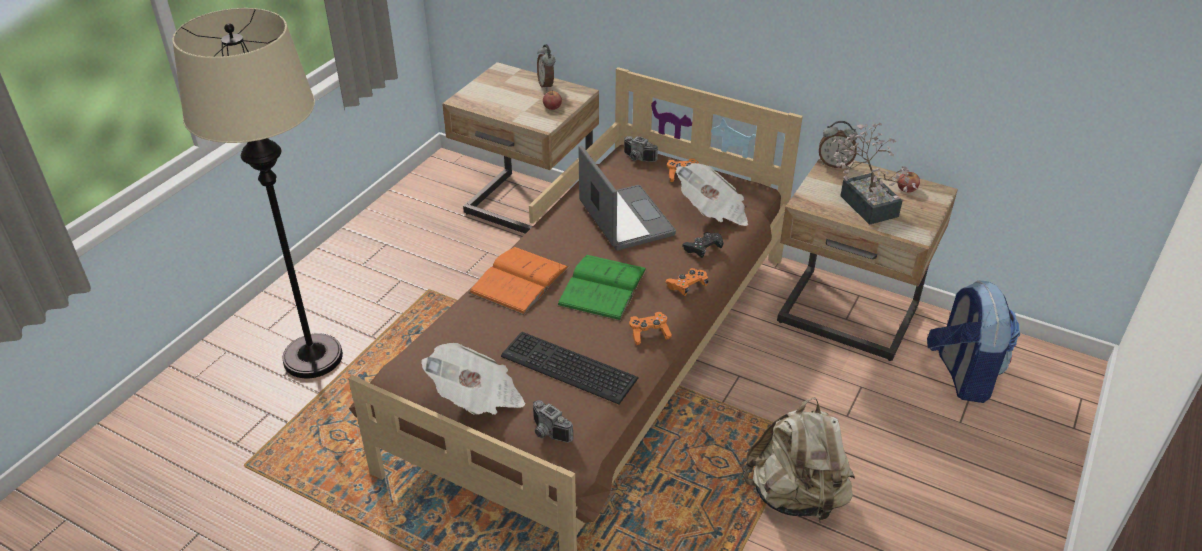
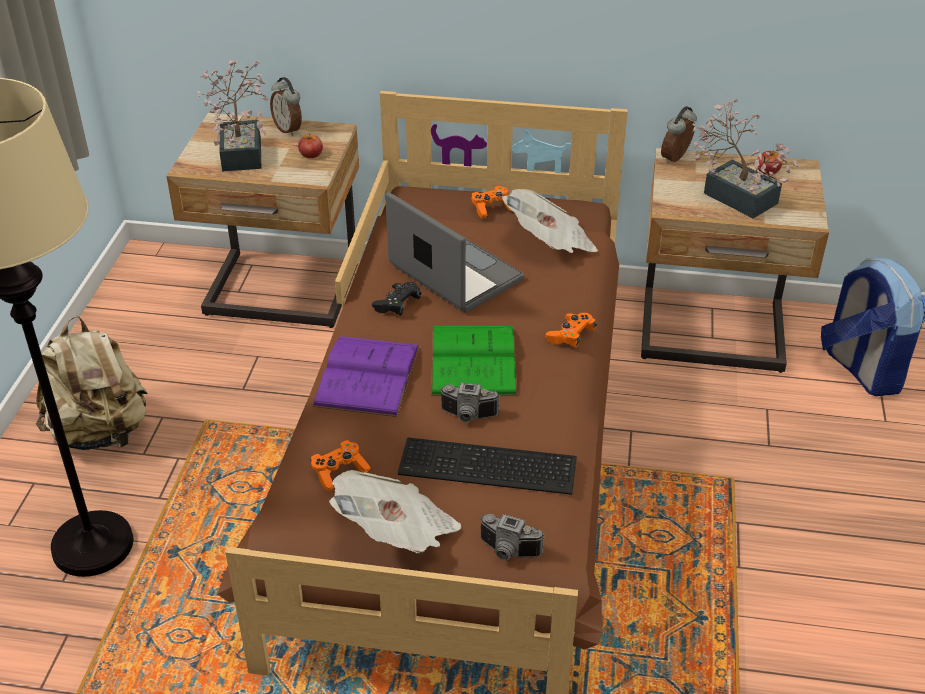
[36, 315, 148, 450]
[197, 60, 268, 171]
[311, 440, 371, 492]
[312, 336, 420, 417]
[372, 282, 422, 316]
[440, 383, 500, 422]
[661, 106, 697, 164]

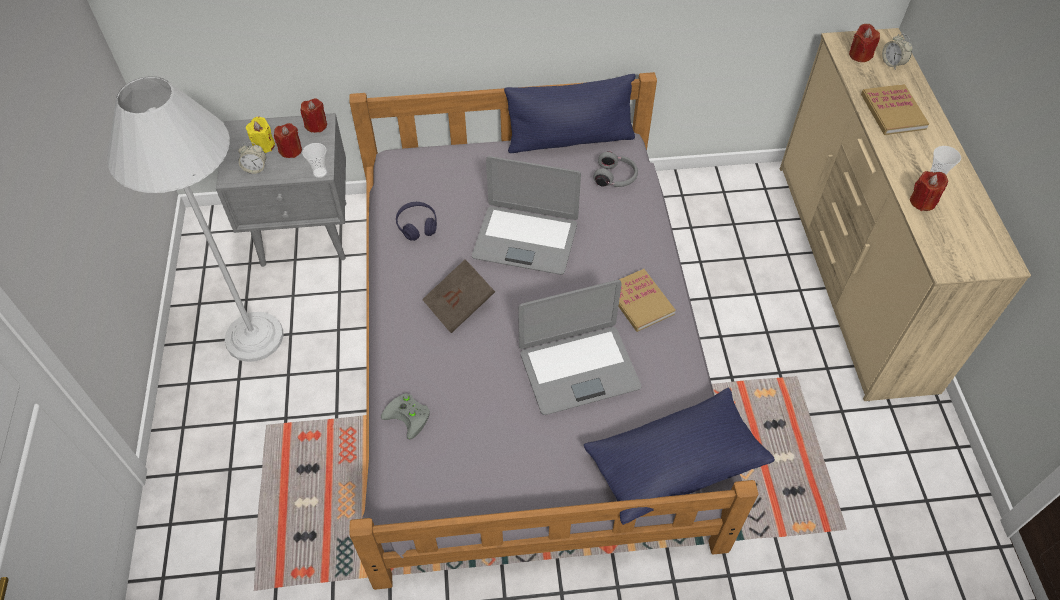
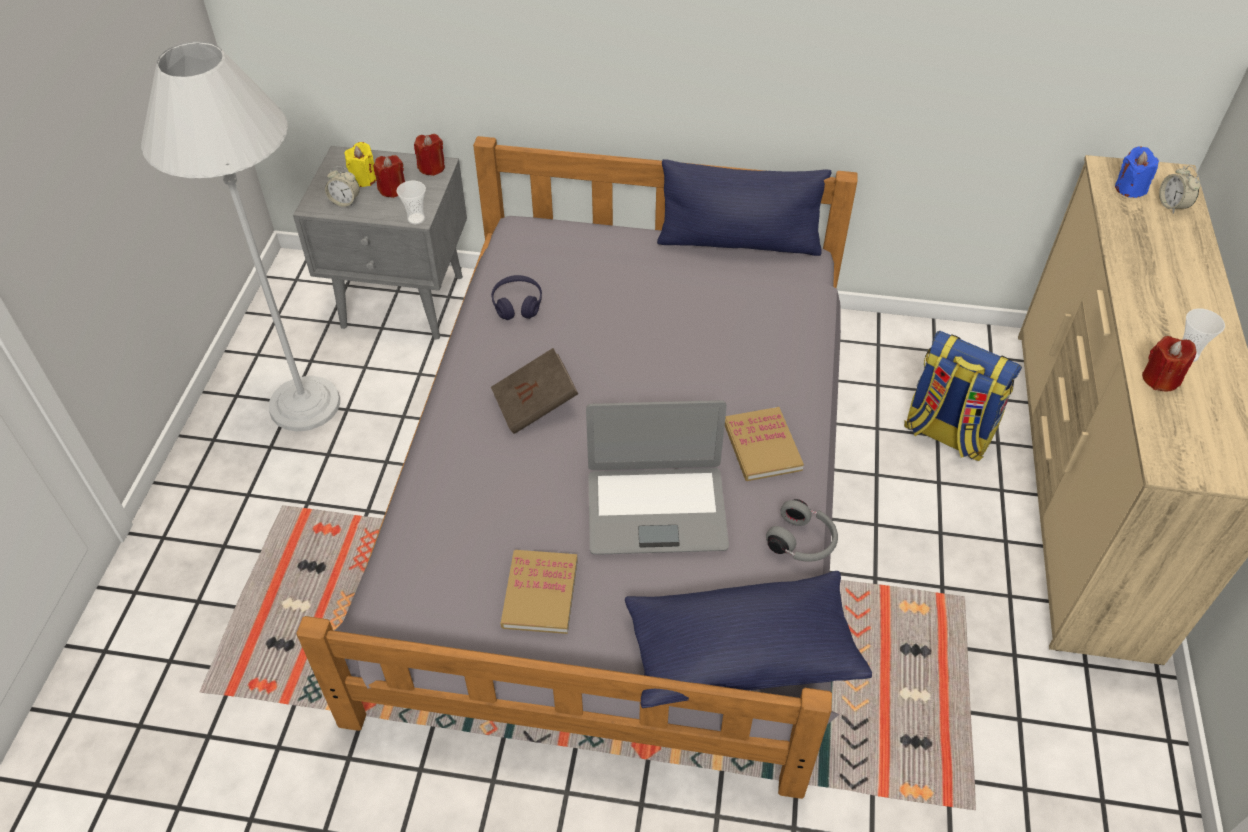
[500, 550, 578, 634]
[766, 499, 838, 562]
[904, 331, 1022, 461]
[1115, 146, 1159, 198]
[381, 393, 430, 440] (first image)
[472, 156, 581, 275] (first image)

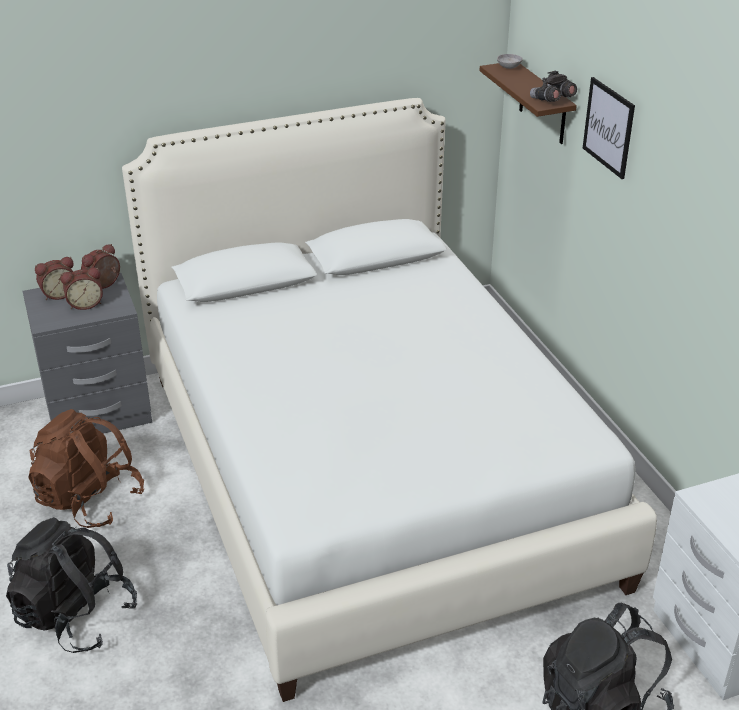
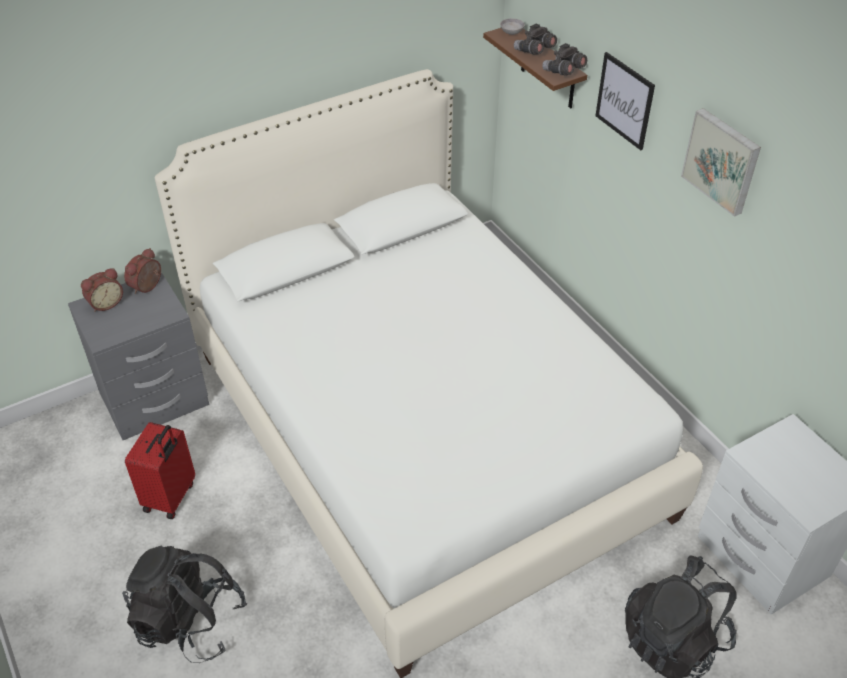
[125, 422, 195, 519]
[514, 24, 557, 55]
[681, 108, 761, 217]
[61, 268, 103, 310] (first image)

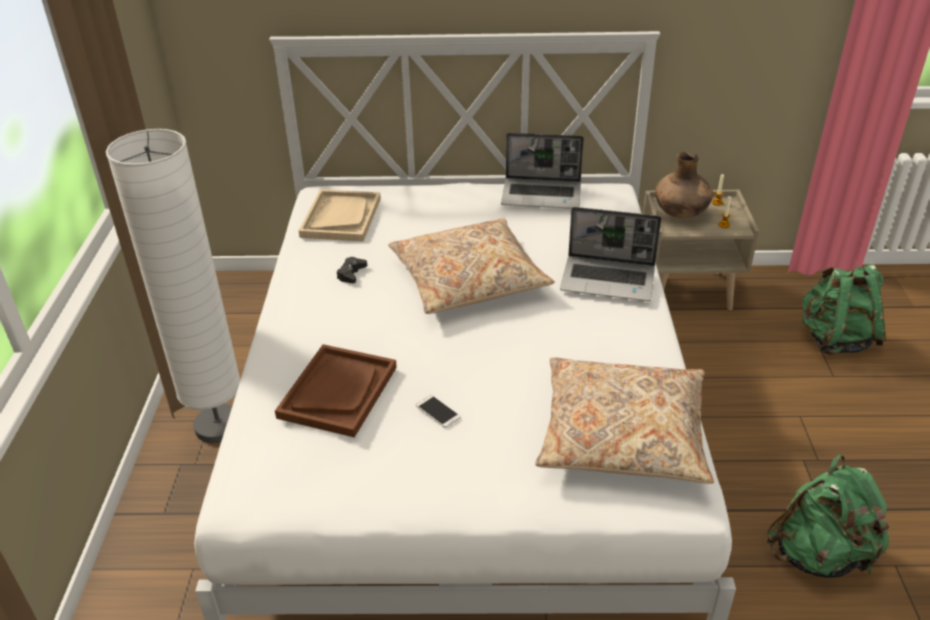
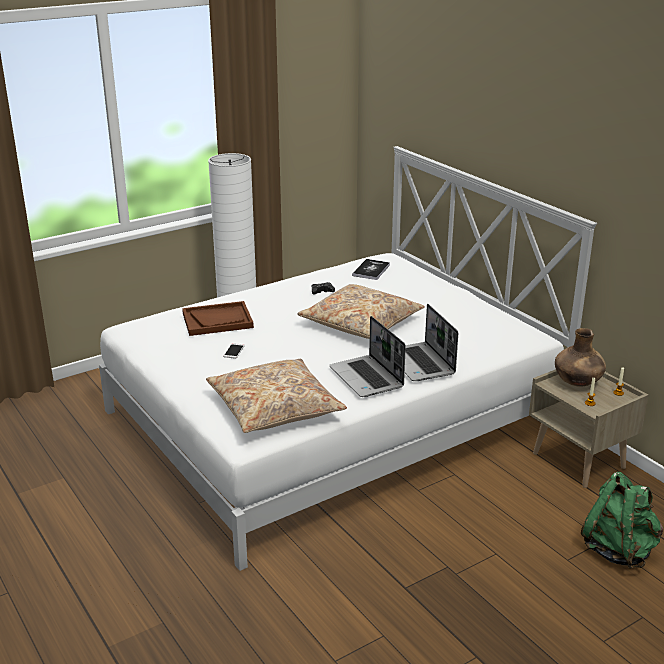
[329, 316, 406, 397]
[352, 259, 390, 280]
[767, 454, 891, 578] (first image)

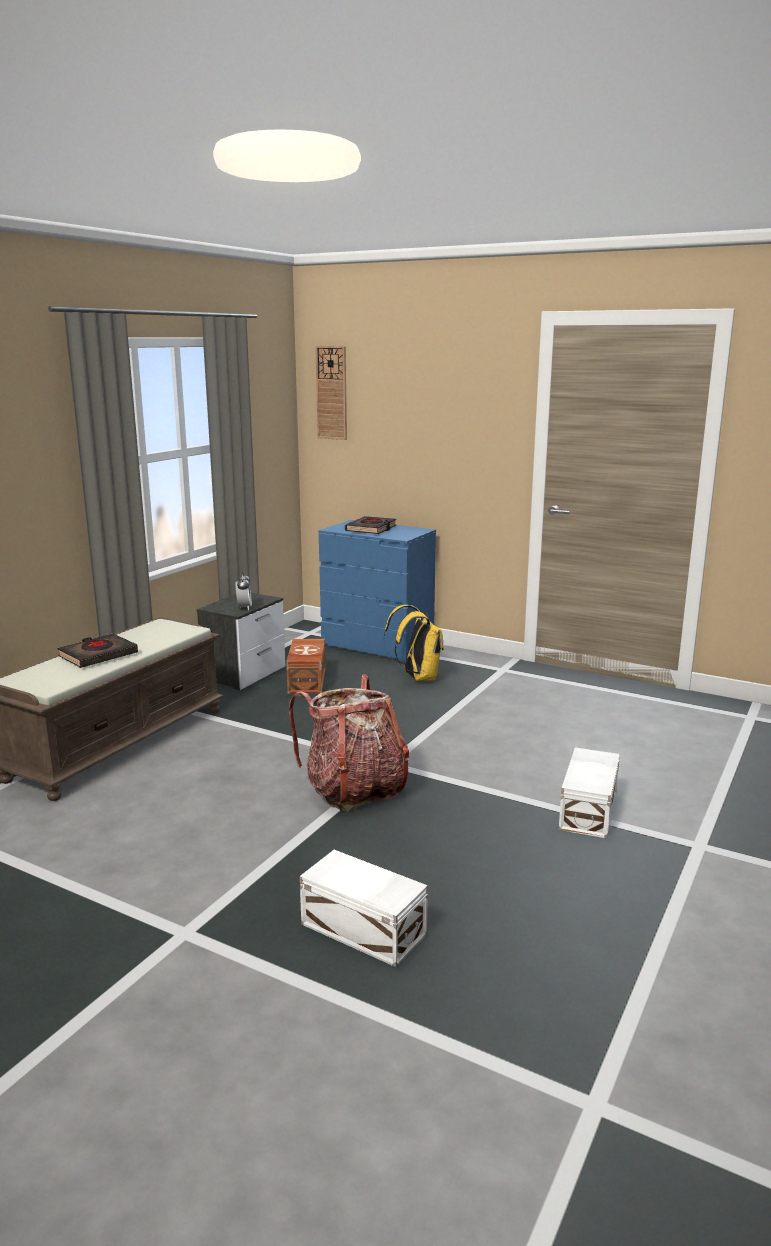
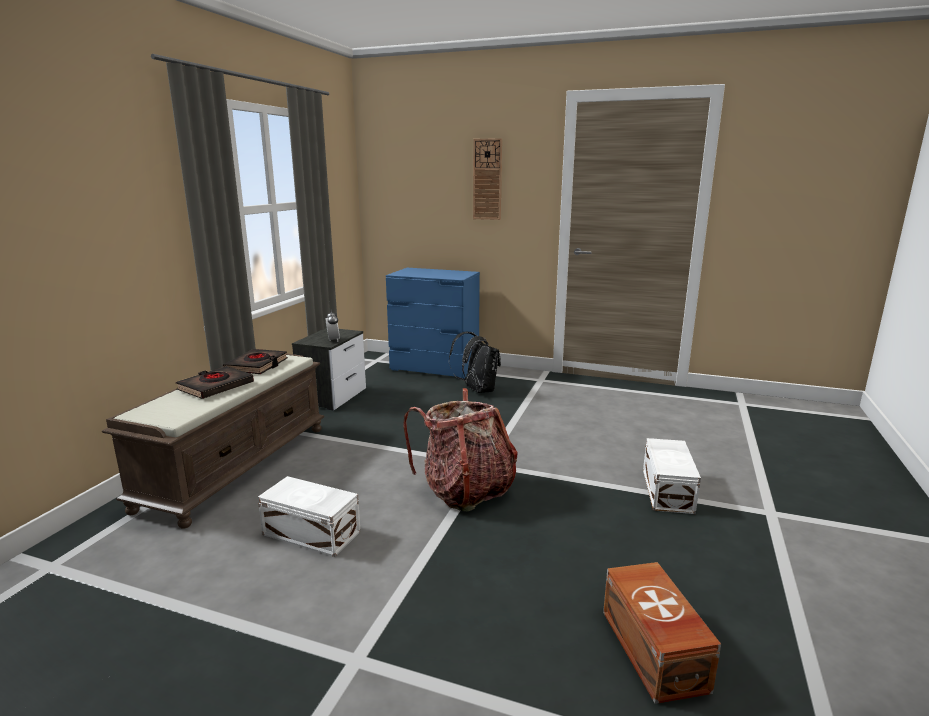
[223, 349, 288, 374]
[258, 476, 361, 557]
[449, 332, 501, 393]
[473, 138, 502, 220]
[603, 562, 721, 704]

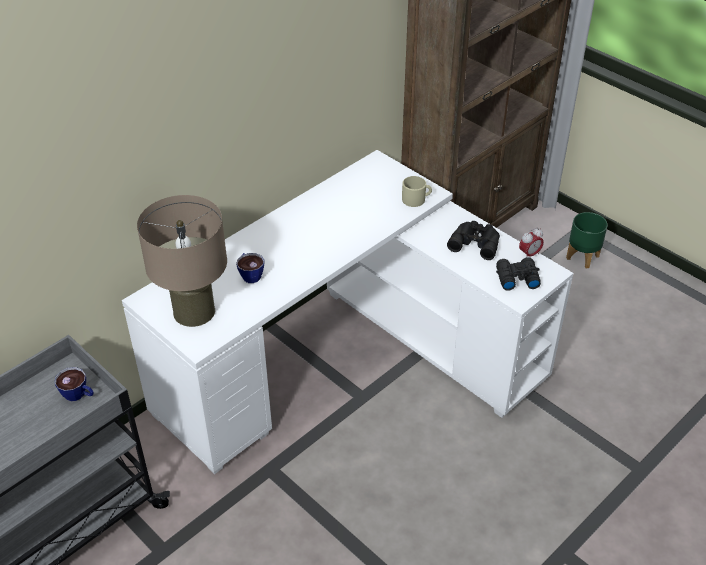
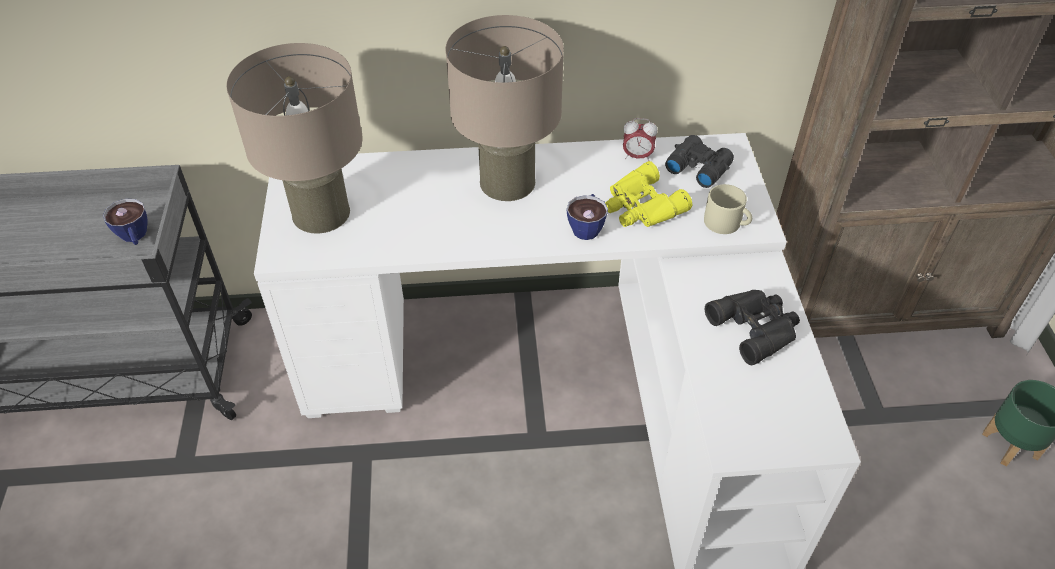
[445, 15, 564, 201]
[567, 194, 608, 240]
[605, 161, 692, 227]
[623, 118, 658, 161]
[665, 135, 734, 188]

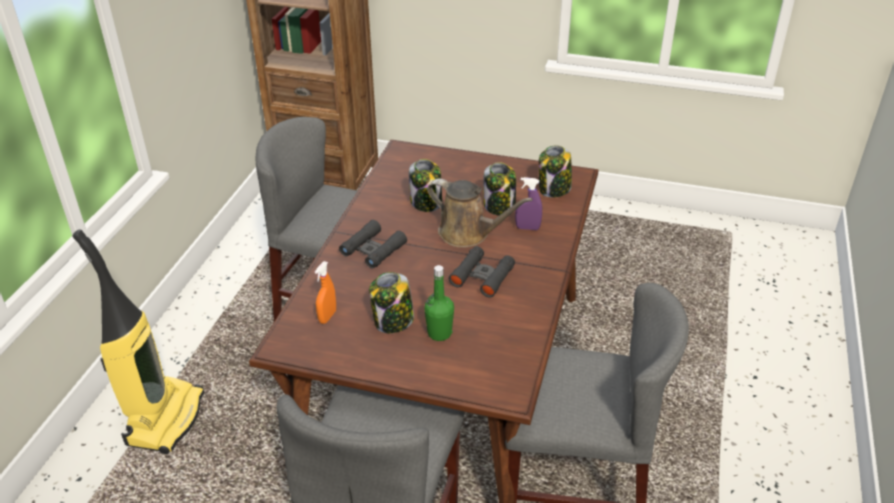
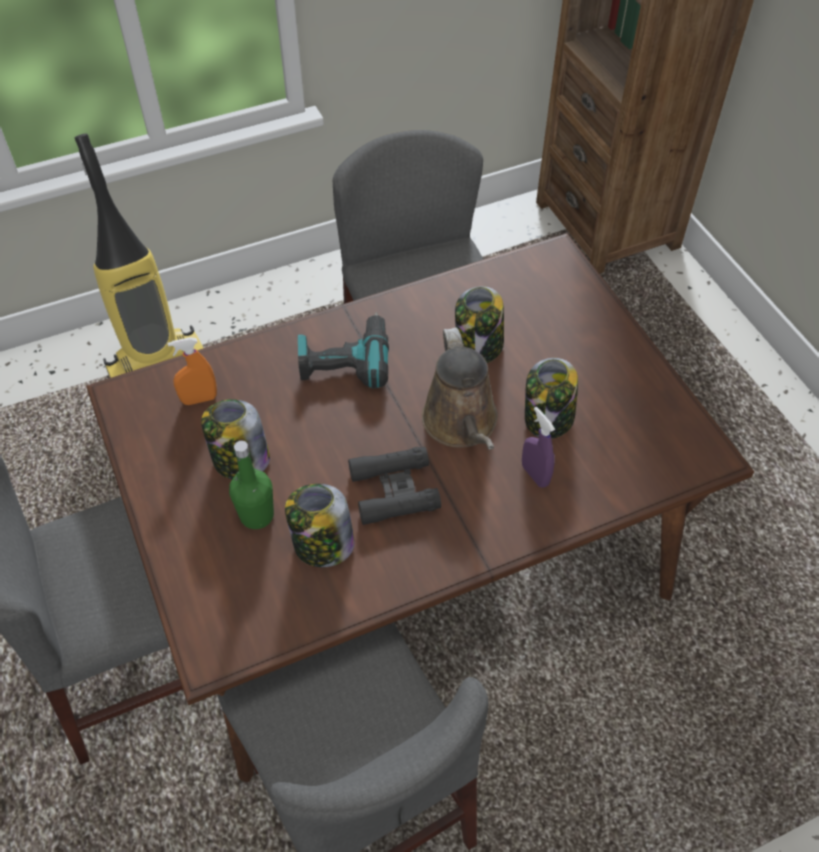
[285, 484, 355, 567]
[298, 312, 389, 389]

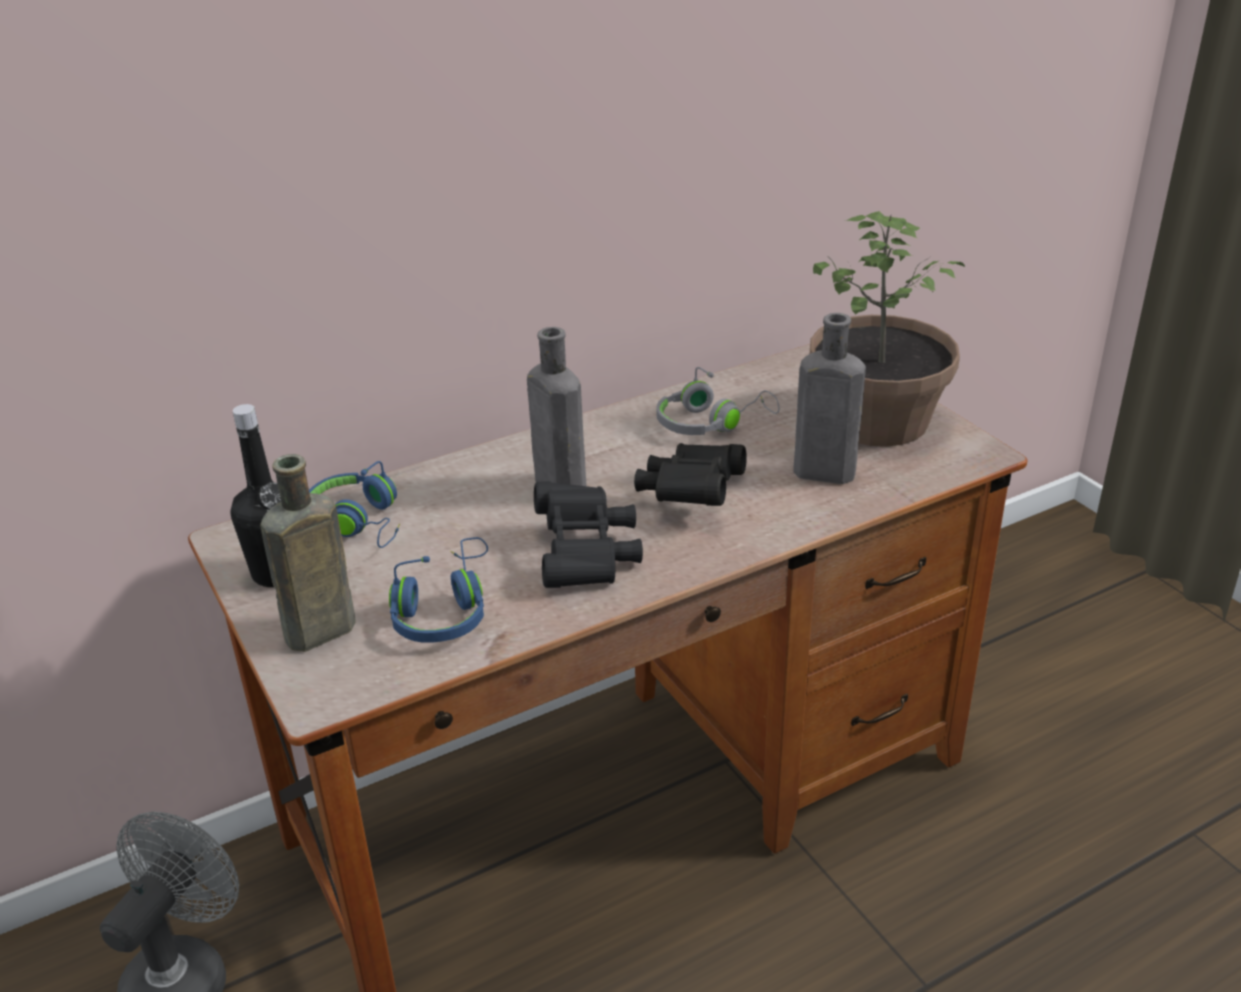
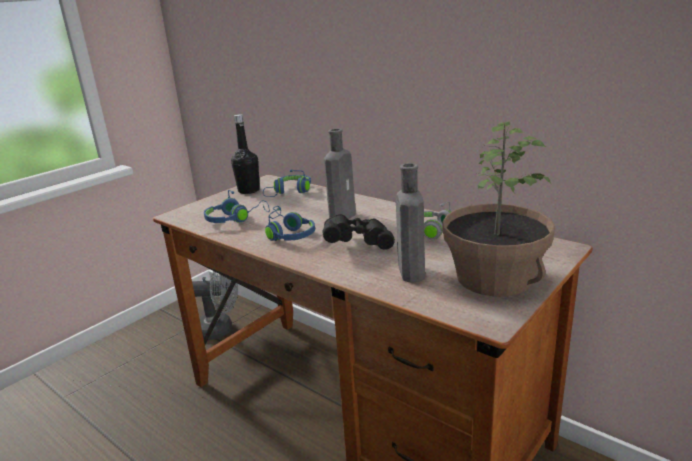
[265, 206, 315, 241]
[260, 454, 356, 652] (first image)

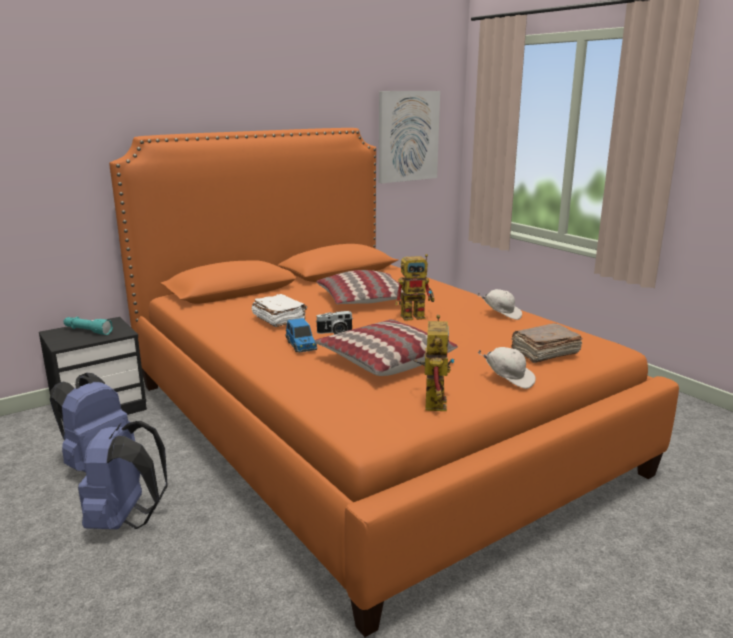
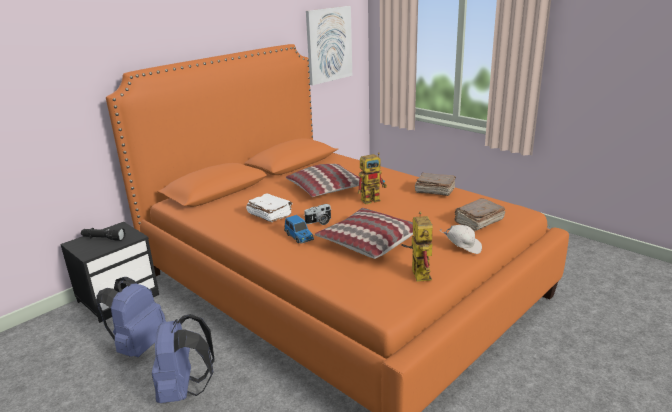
[81, 228, 126, 241]
[415, 173, 456, 196]

